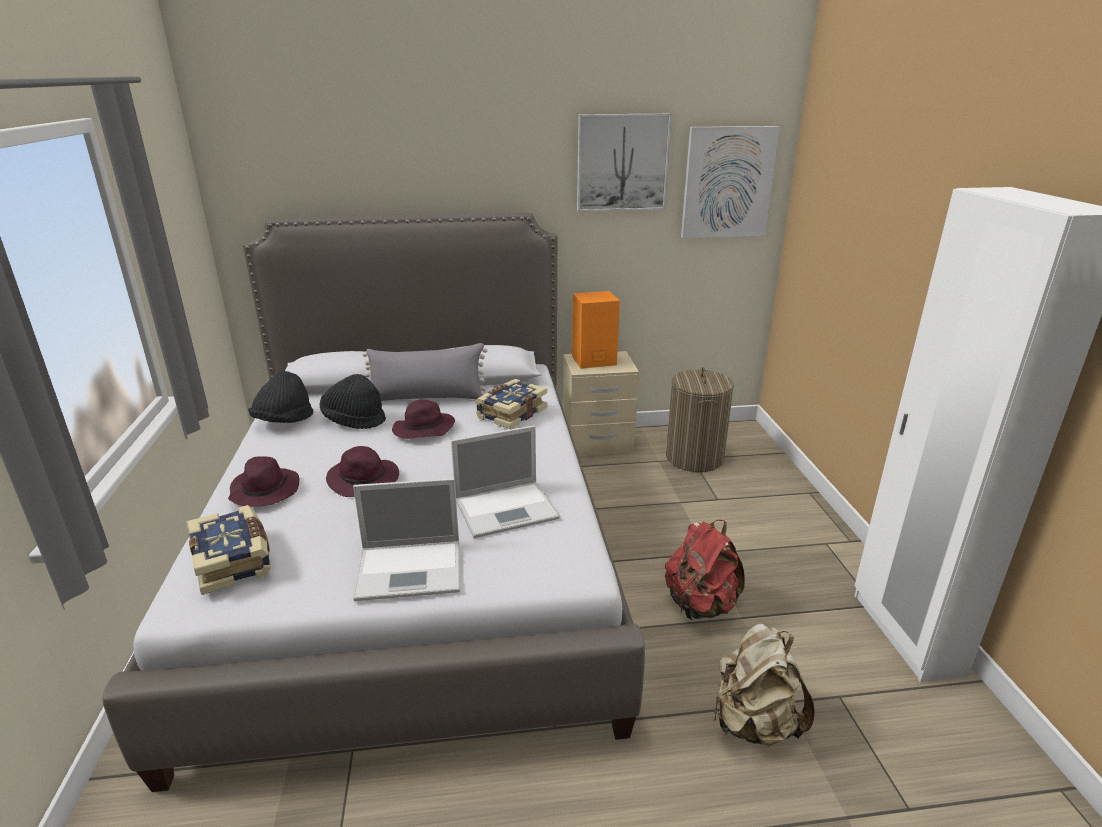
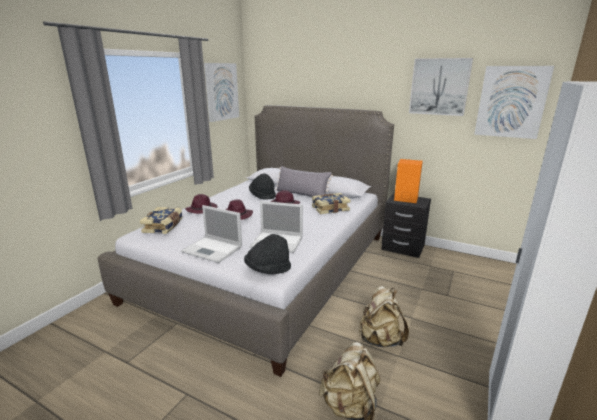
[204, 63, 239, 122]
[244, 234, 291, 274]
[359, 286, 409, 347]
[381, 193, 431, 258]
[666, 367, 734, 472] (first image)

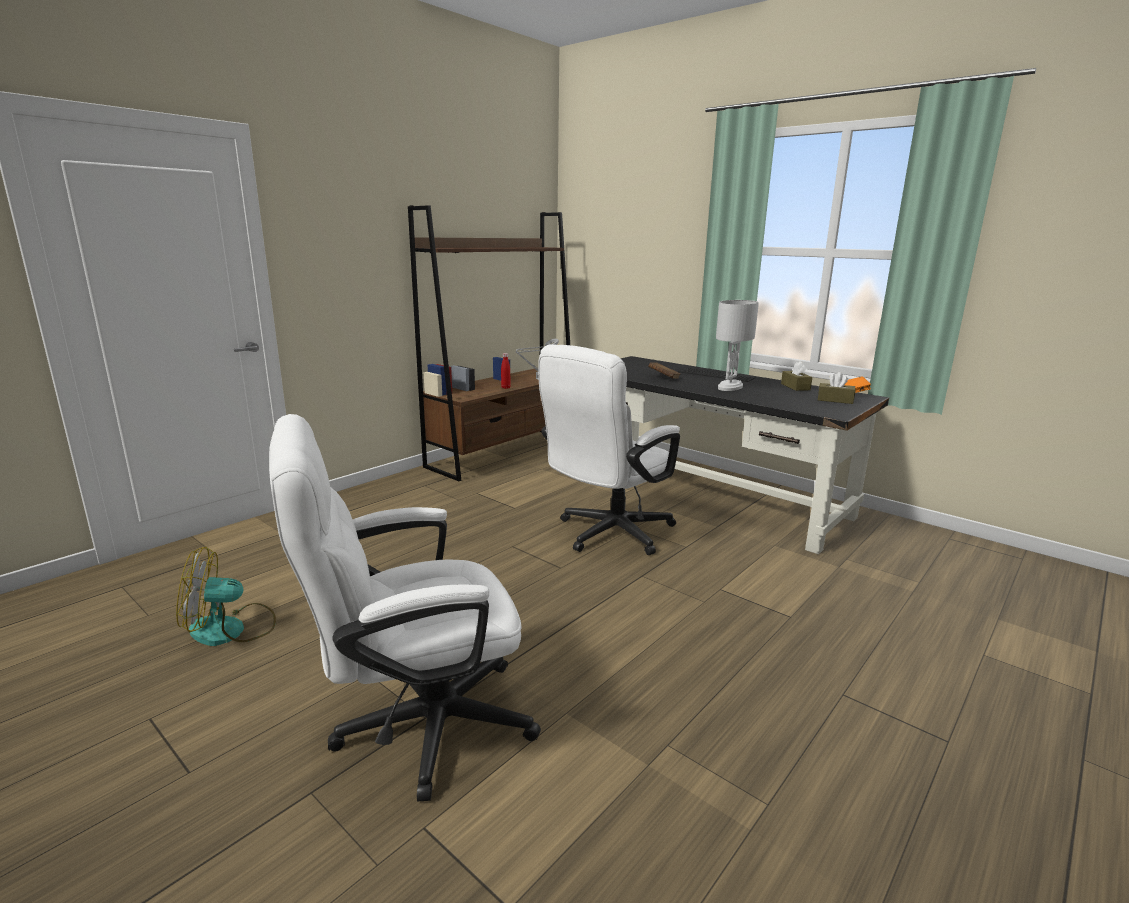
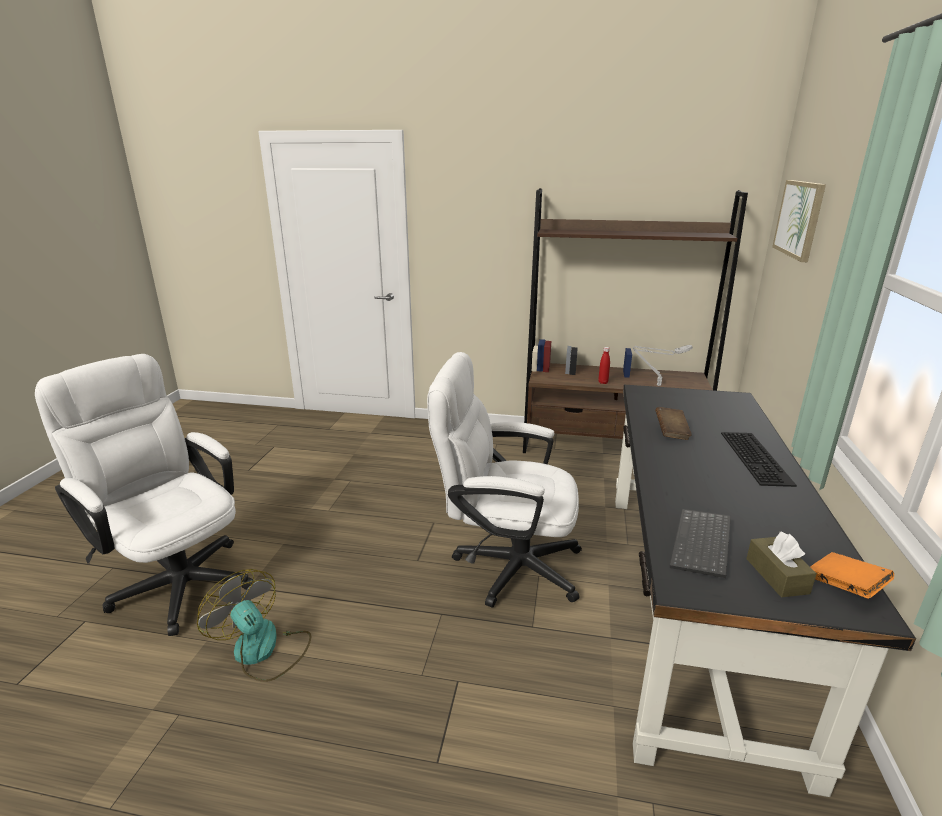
[197, 569, 311, 682]
[670, 509, 731, 578]
[772, 180, 826, 262]
[716, 300, 759, 391] (first image)
[781, 361, 812, 391] (first image)

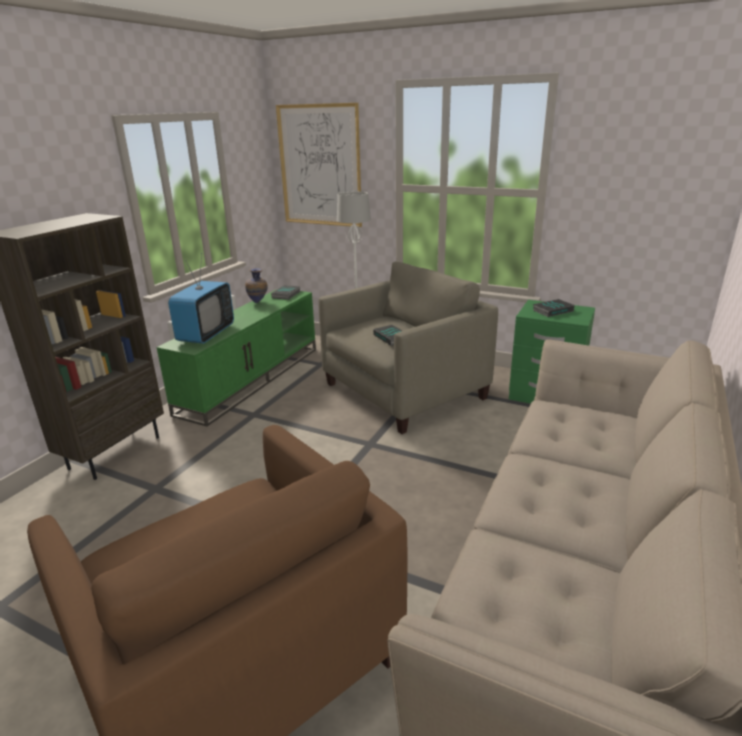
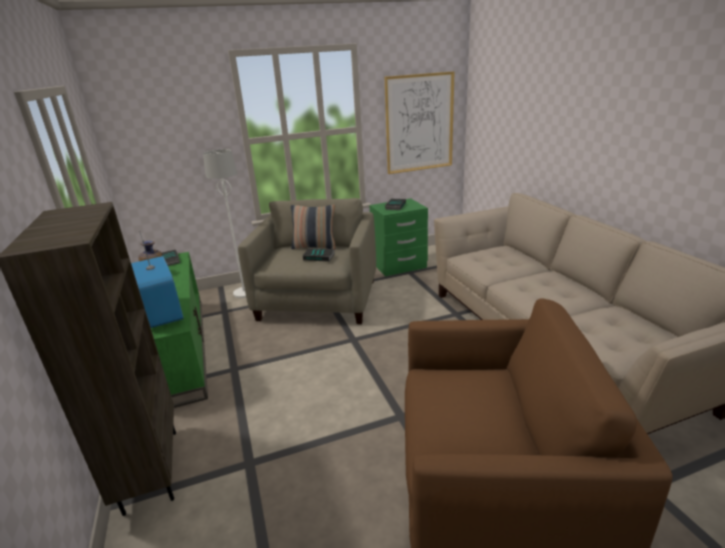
[291, 205, 336, 249]
[385, 71, 455, 174]

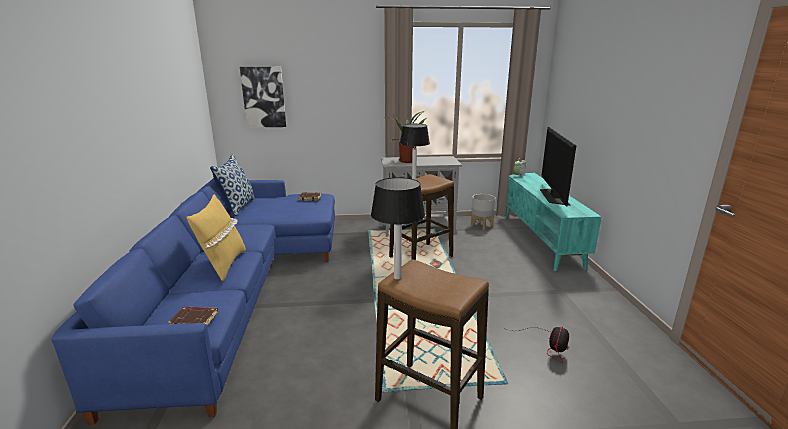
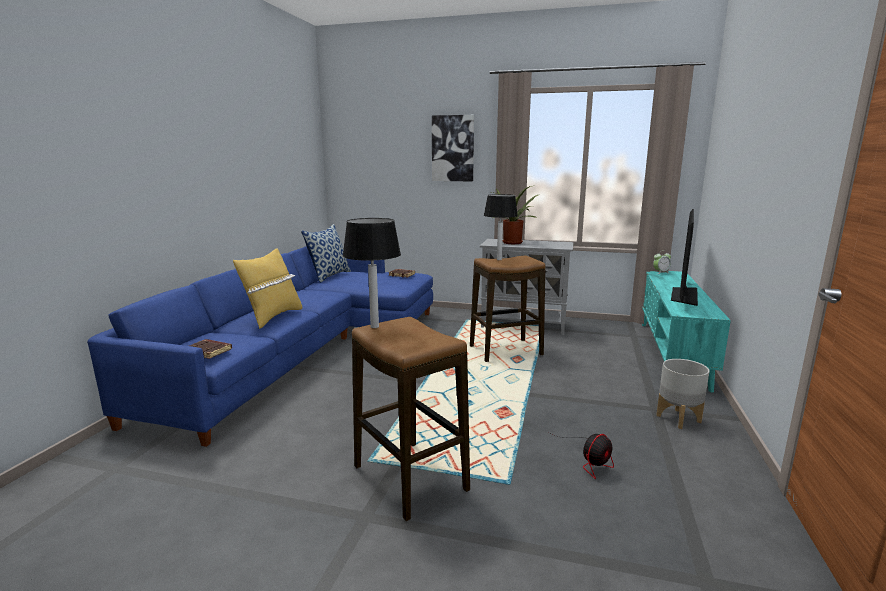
[432, 115, 474, 181]
[656, 359, 710, 429]

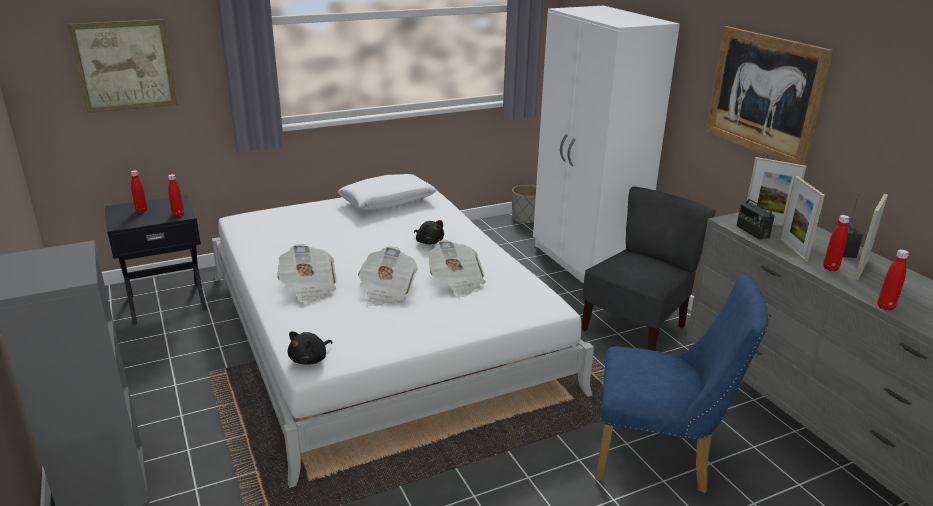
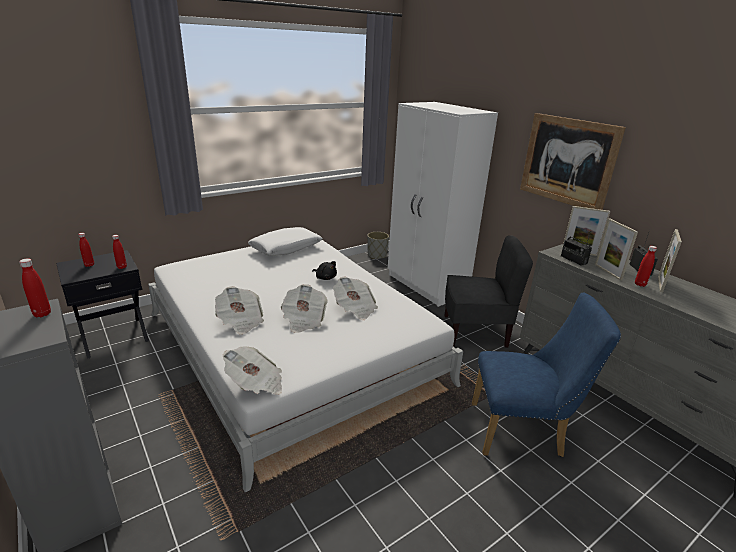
[19, 258, 51, 317]
[223, 347, 282, 395]
[444, 235, 533, 348]
[67, 19, 178, 113] (first image)

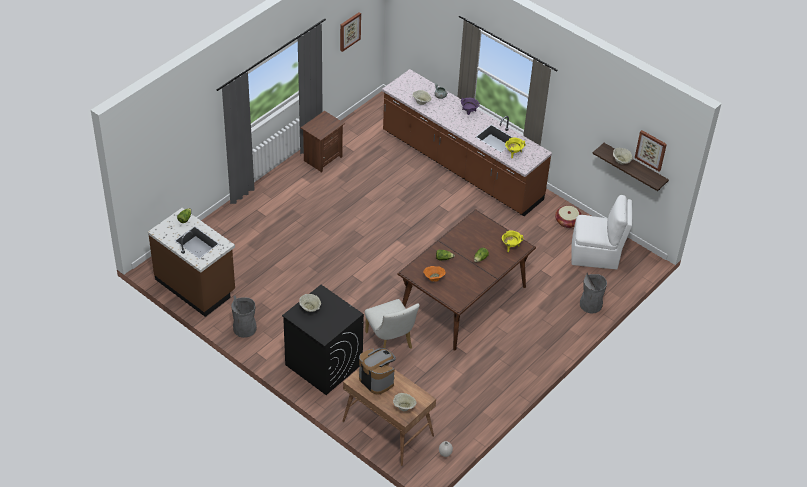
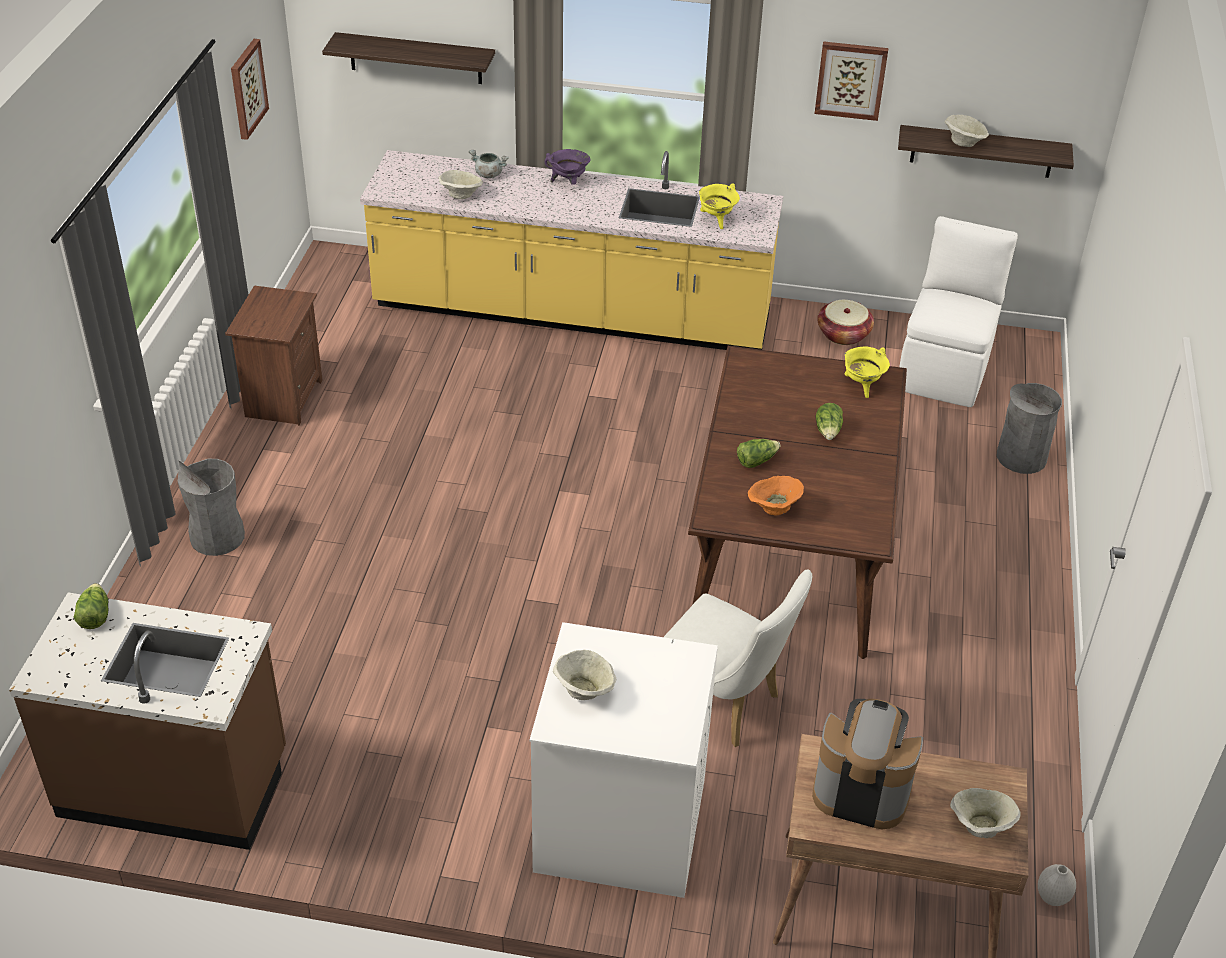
[178, 459, 245, 556]
[322, 32, 495, 84]
[360, 150, 783, 350]
[530, 622, 718, 898]
[815, 41, 888, 121]
[899, 216, 1018, 407]

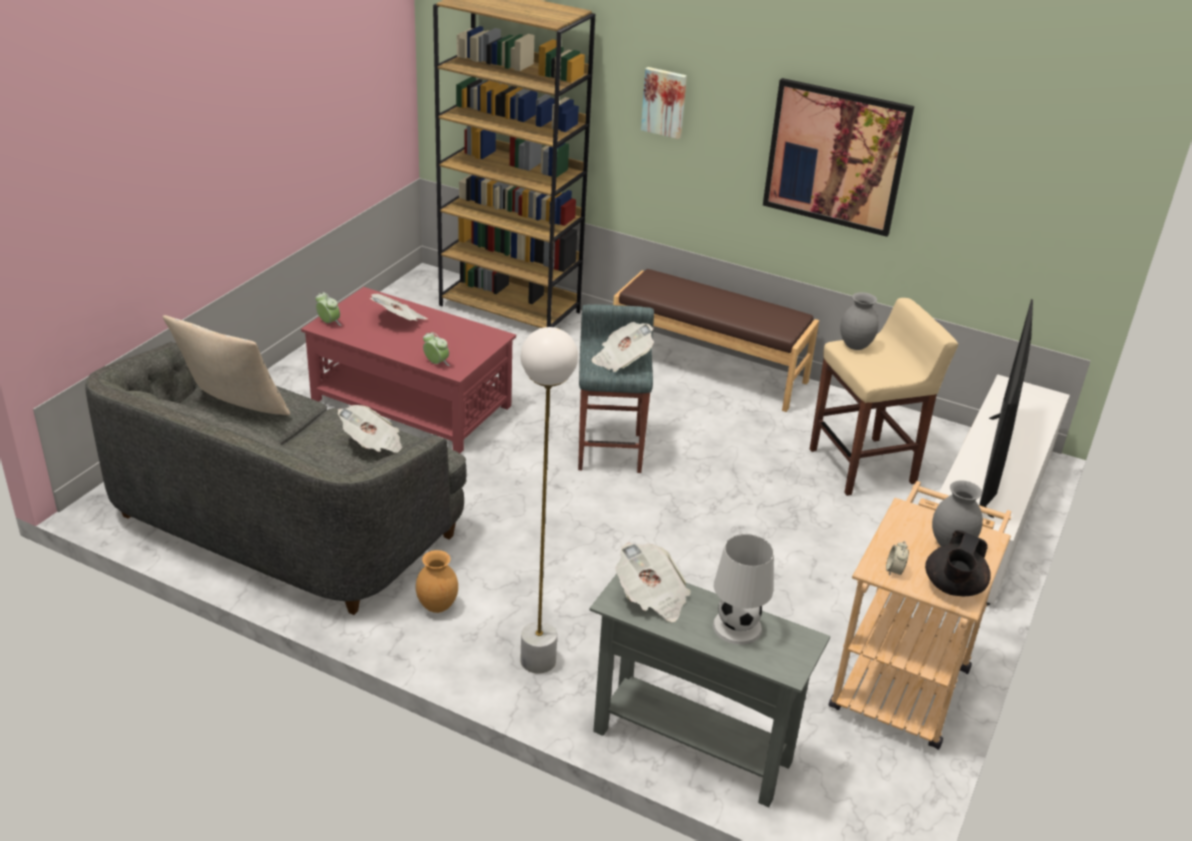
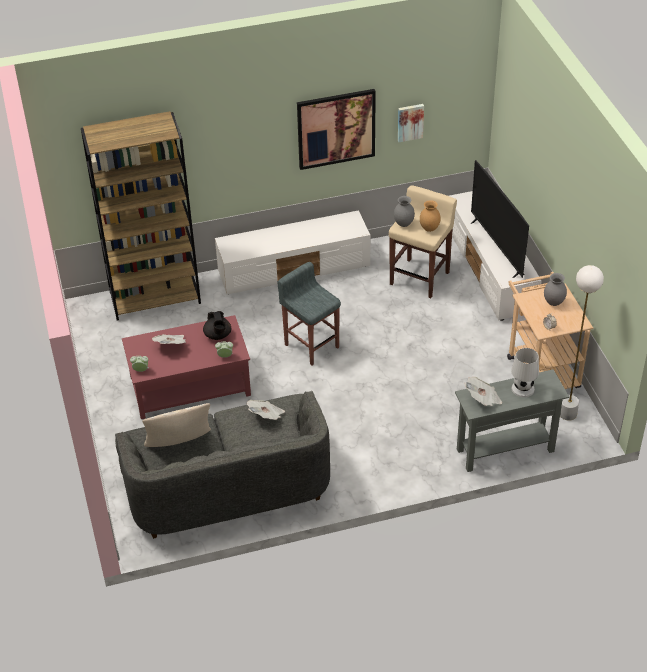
[203, 311, 231, 340]
[215, 210, 370, 295]
[398, 104, 424, 142]
[420, 200, 441, 232]
[560, 265, 604, 421]
[592, 322, 654, 372] (first image)

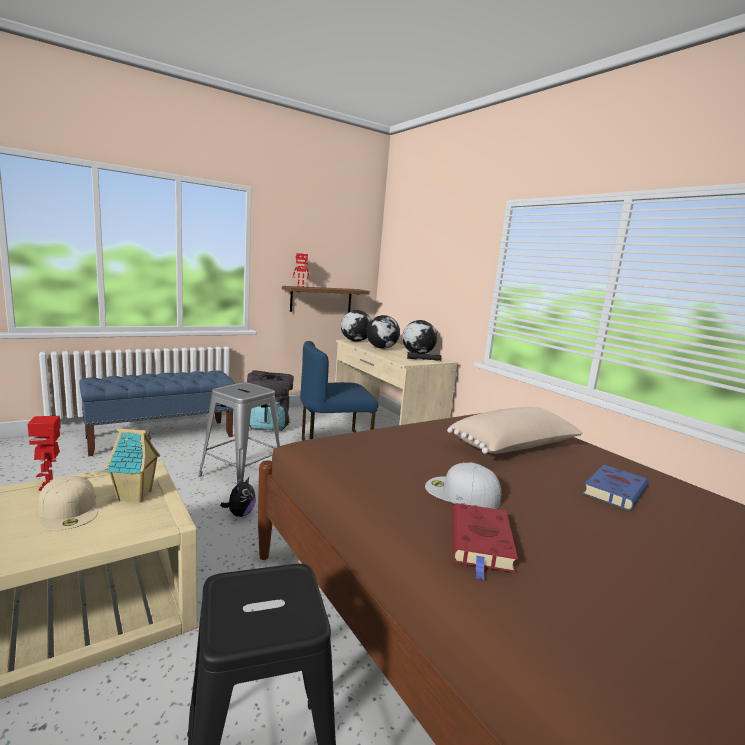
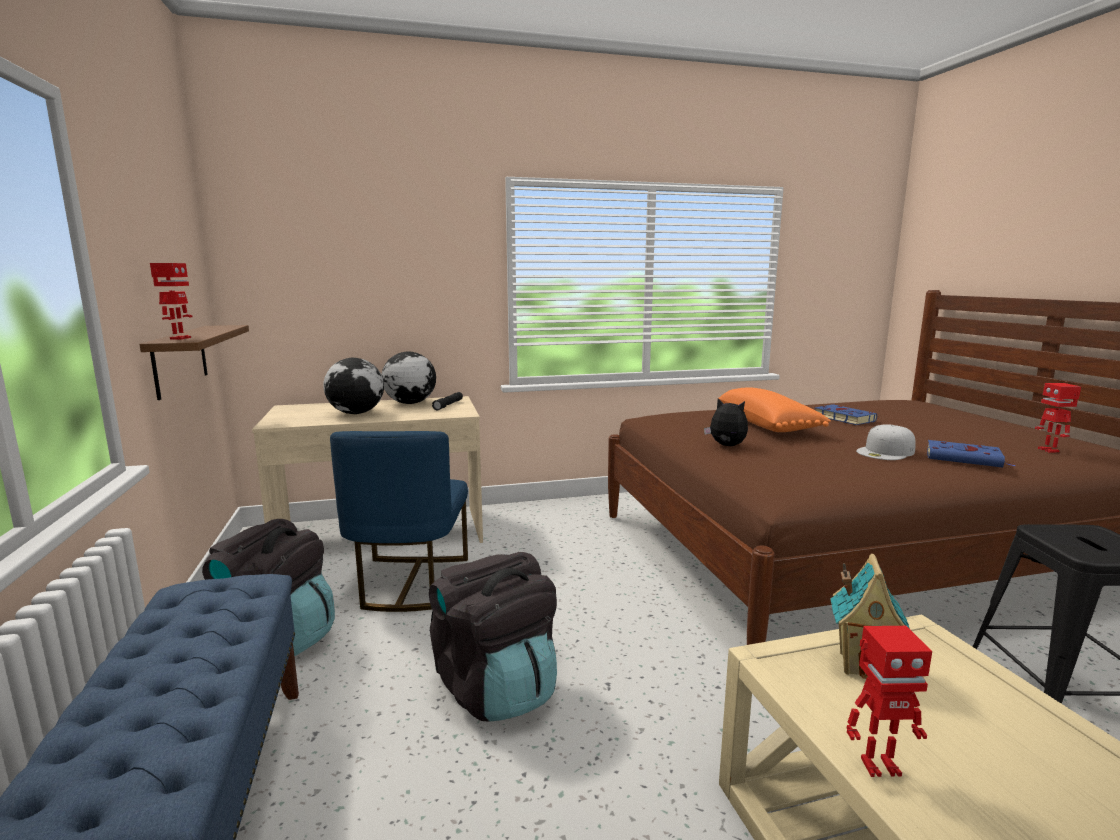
[429, 552, 557, 722]
[704, 398, 748, 446]
[719, 387, 831, 432]
[927, 440, 1015, 468]
[1035, 383, 1081, 453]
[39, 476, 98, 531] (first image)
[341, 310, 371, 342] (first image)

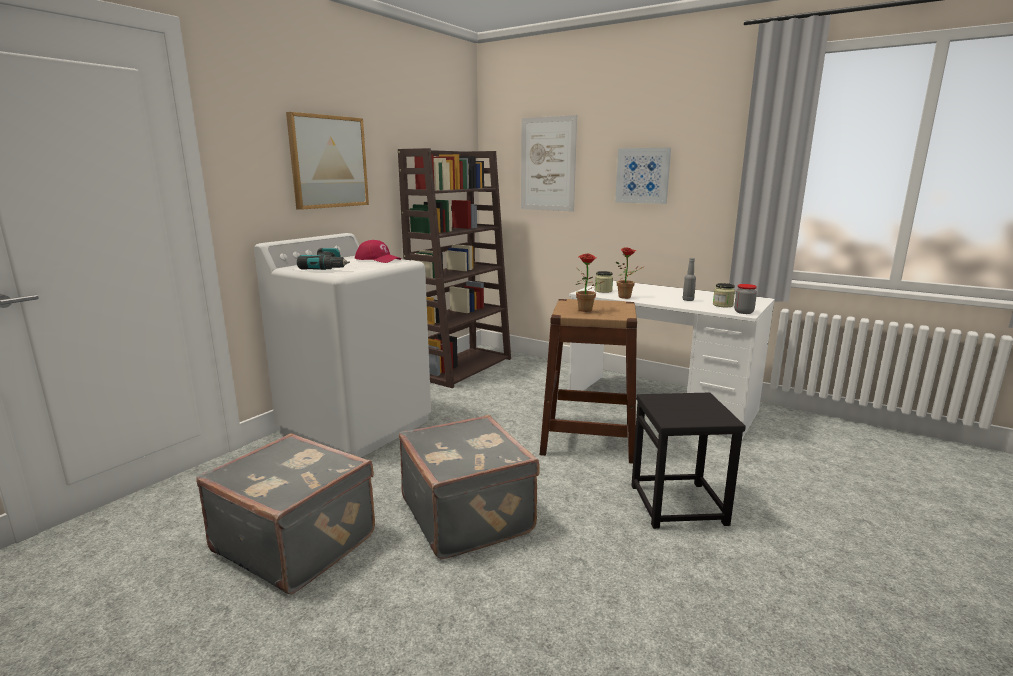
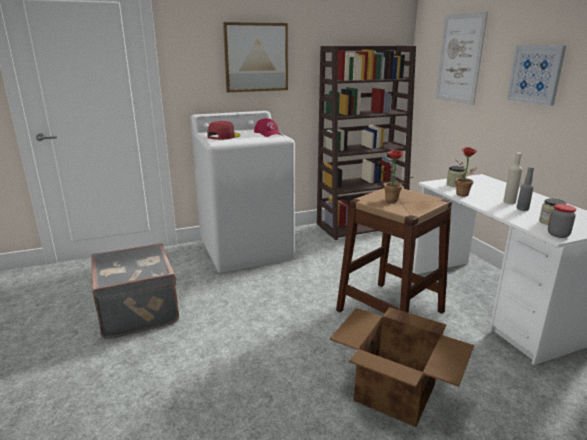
[207, 121, 240, 140]
[330, 307, 474, 427]
[503, 152, 522, 204]
[399, 415, 539, 559] (first image)

